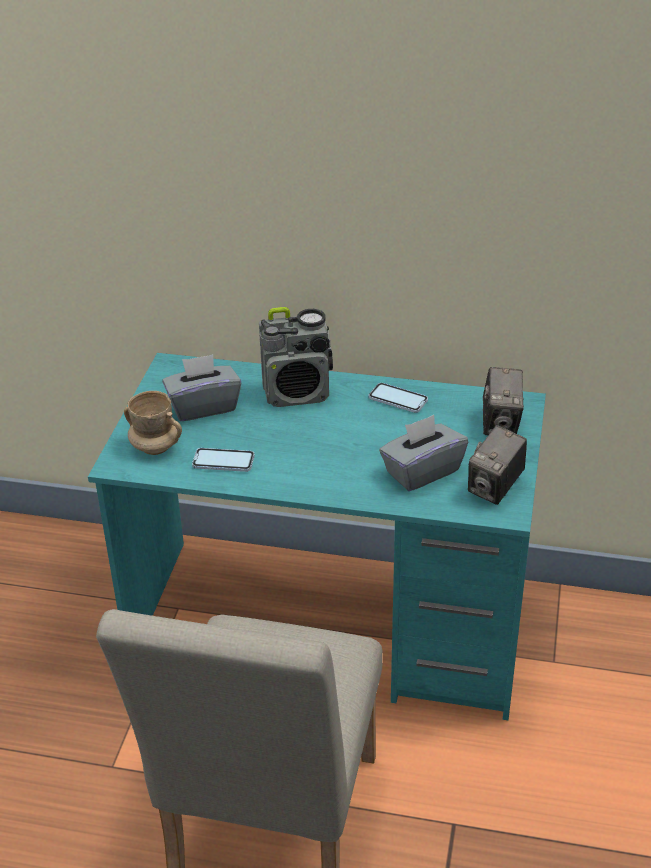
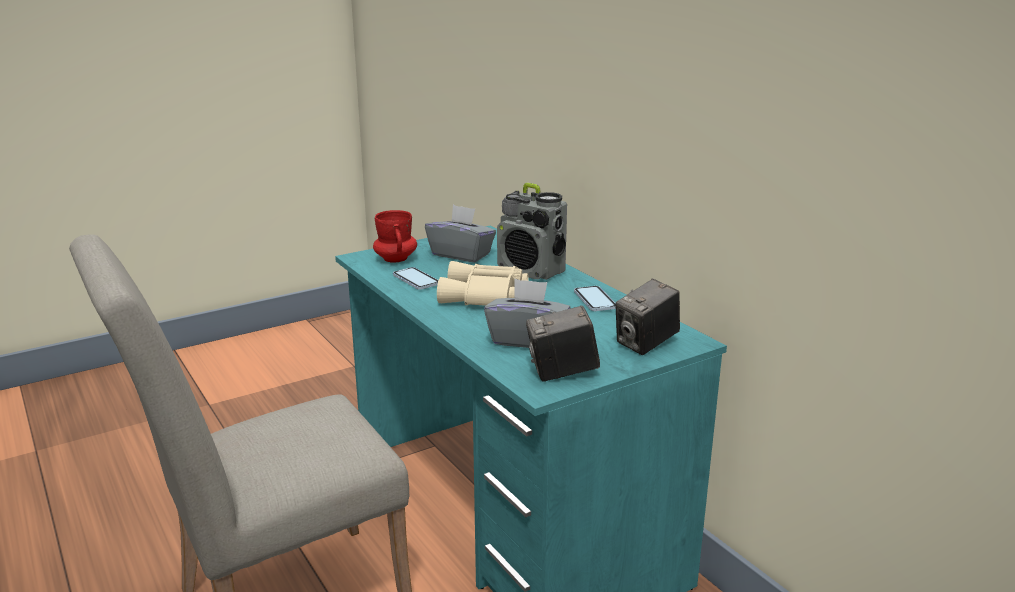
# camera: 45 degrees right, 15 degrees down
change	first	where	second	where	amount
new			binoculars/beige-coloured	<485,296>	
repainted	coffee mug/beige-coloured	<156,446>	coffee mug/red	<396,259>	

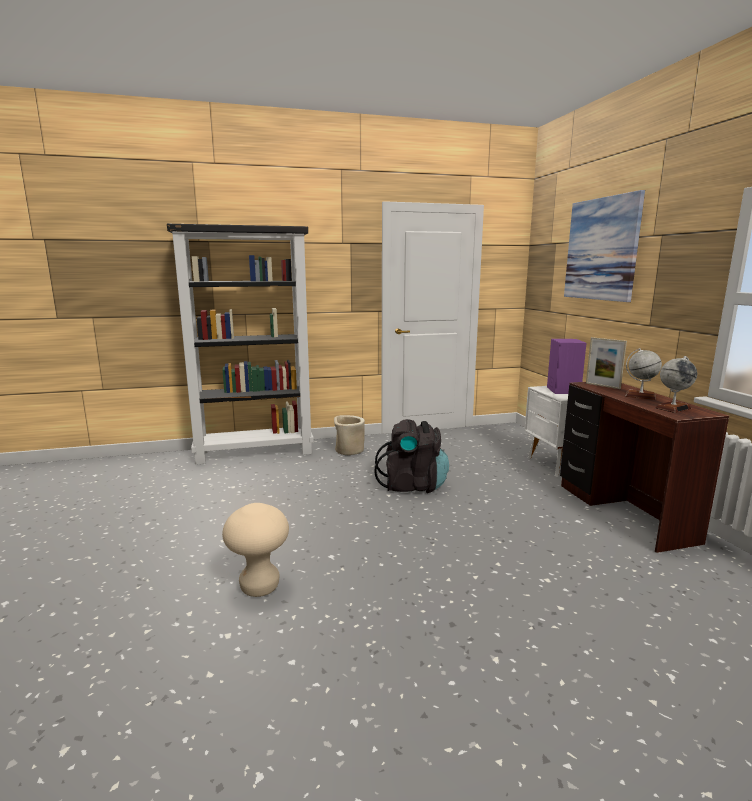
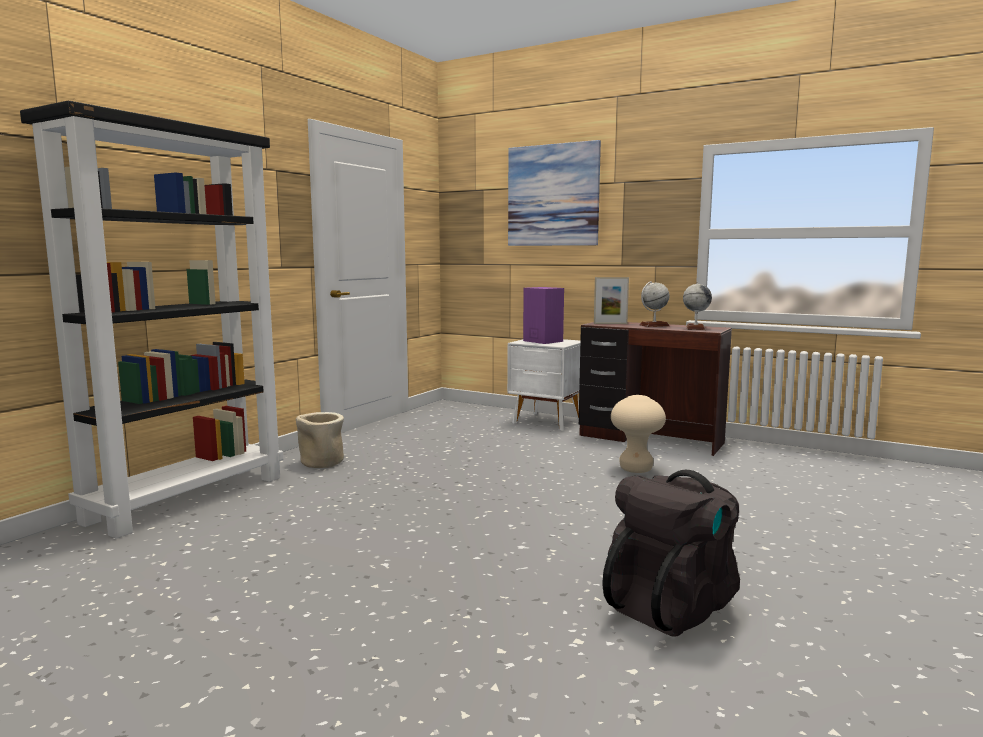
# camera: 45 degrees left, 5 degrees down
change	first	where	second	where	amount
shifted	stool/beige-coloured	<260,587>		<635,469>	
shifted	knapsack/blackish	<412,485>		<672,605>	

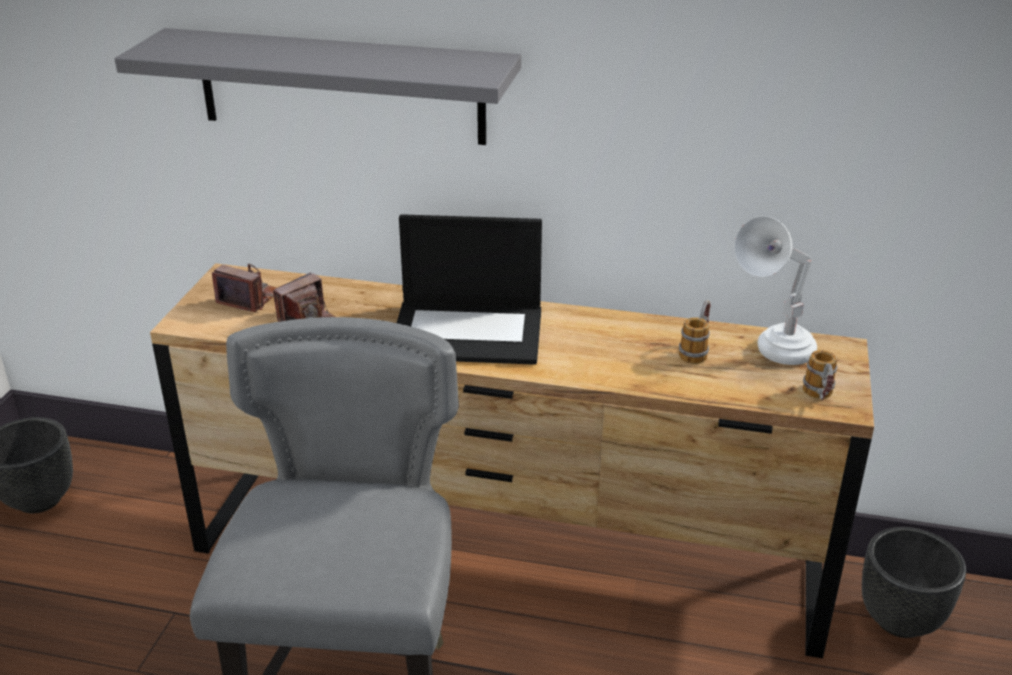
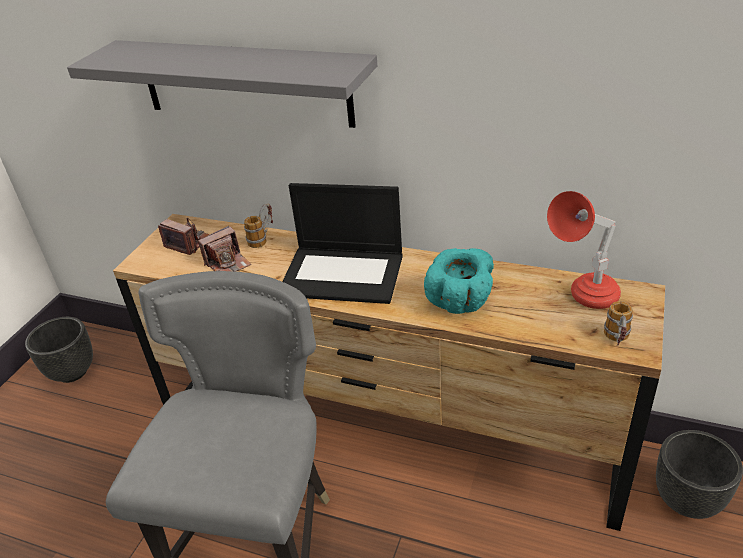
# camera: 10 degrees right, 5 degrees up
change	first	where	second	where	amount
new			deep dish/turquoise-coloured	<461,302>	
shifted	coffee mug	<696,350>		<262,238>	
repainted	table lamp/white-coloured	<773,356>	table lamp/red	<583,299>	

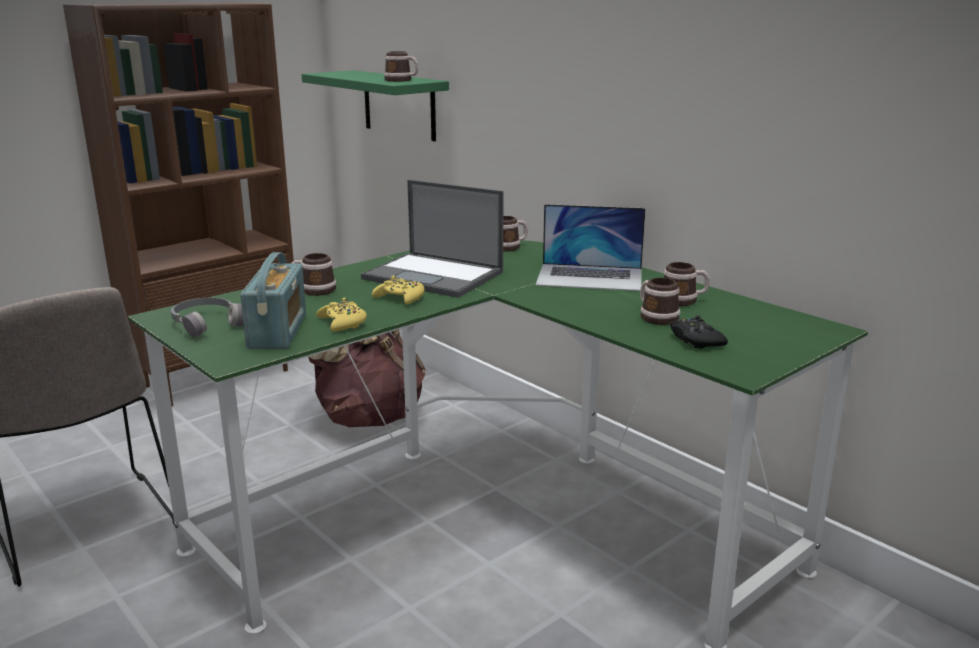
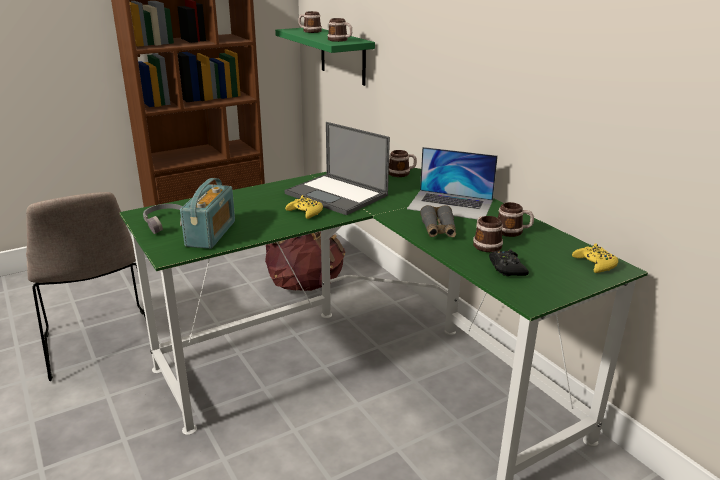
# camera: 10 degrees right, 5 degrees up
change	first	where	second	where	amount
new			binoculars/grey	<438,229>	
shifted	coffee mug	<313,290>		<309,31>	
shifted	game controller/yellow	<342,323>		<595,264>	

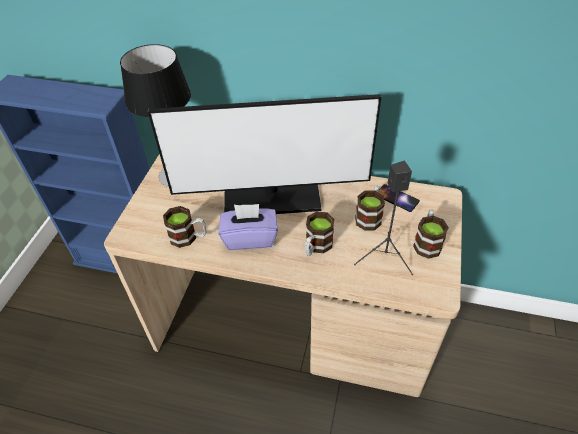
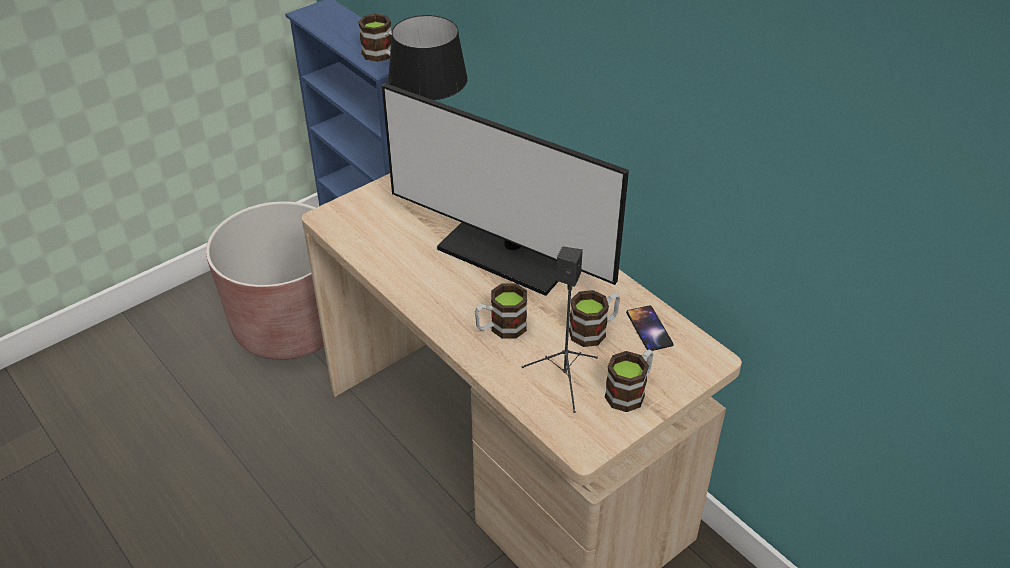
# camera: 35 degrees right, 5 degrees down
change	first	where	second	where	amount
gone	tissue box/purplish	<250,238>			
new			plant pot/brownish	<290,326>	
shifted	coffee mug	<188,237>		<382,56>	

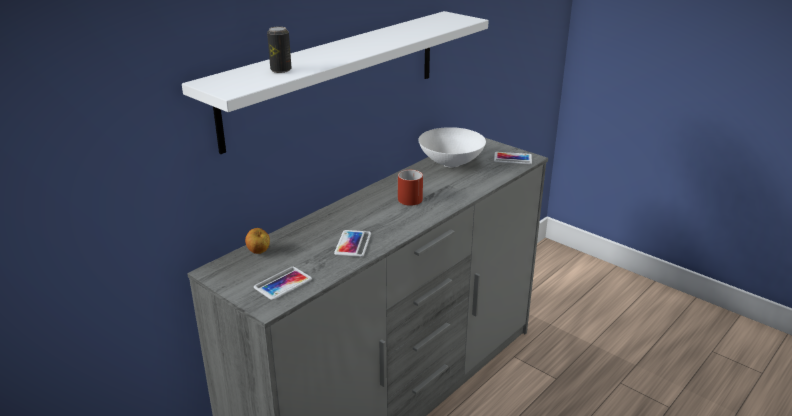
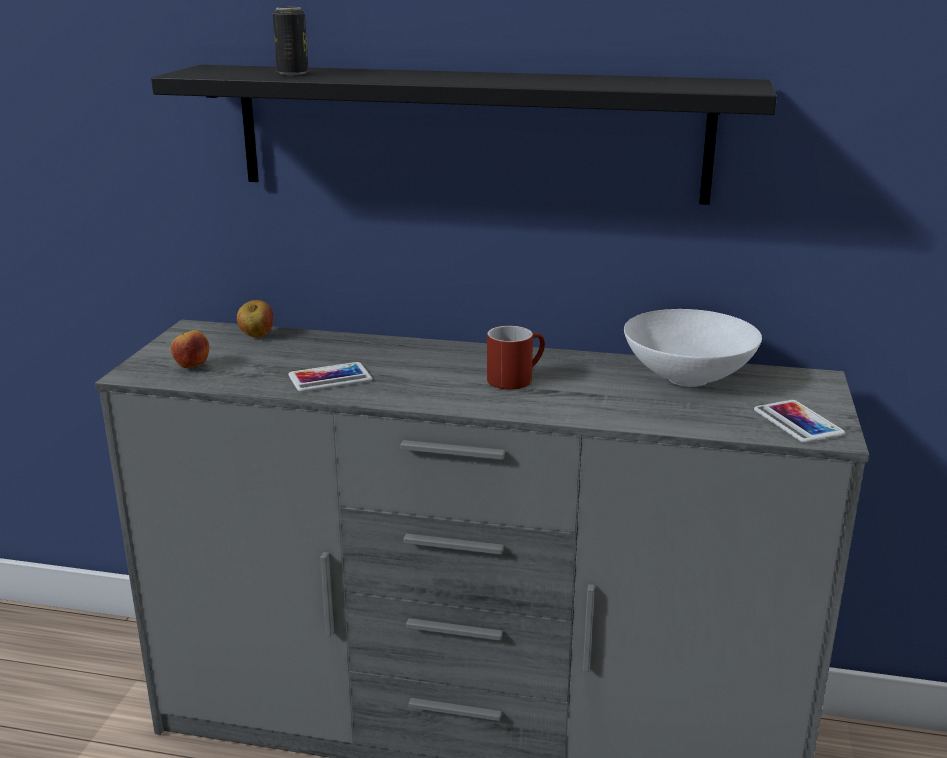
# camera: 60 degrees right, 5 degrees down
change	first	where	second	where	amount
swapped	handset	<283,283>	apple	<191,367>	
repainted	shelf/white-coloured	<335,76>	shelf/blackish	<469,133>	

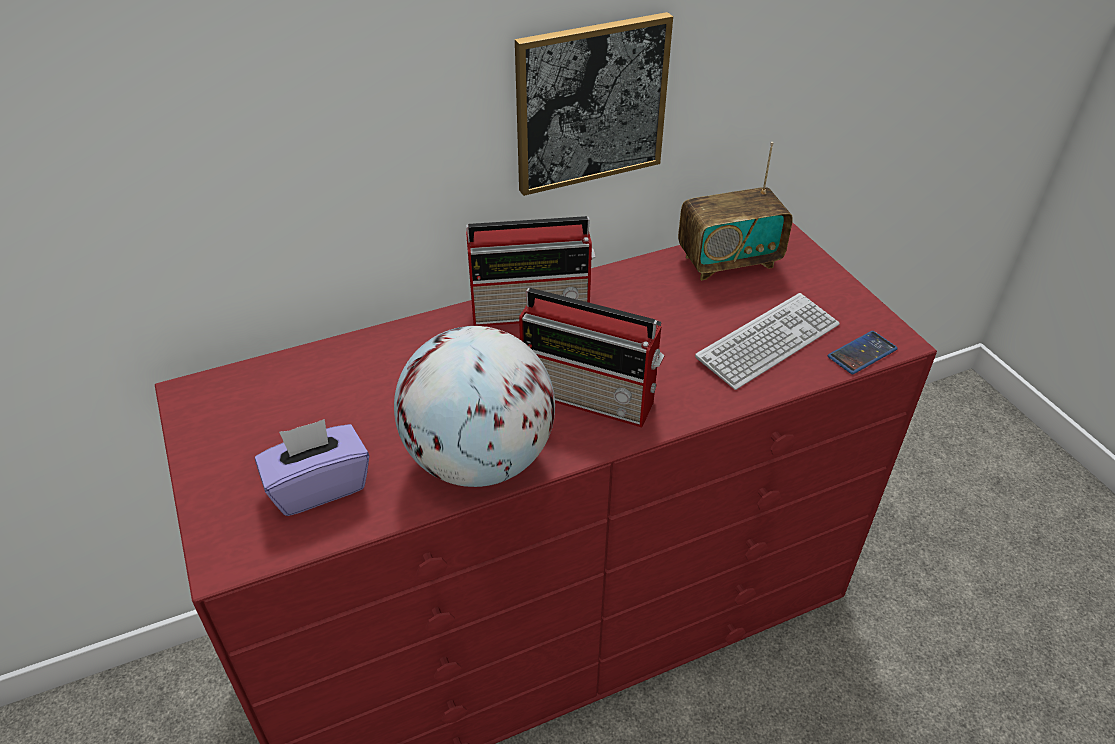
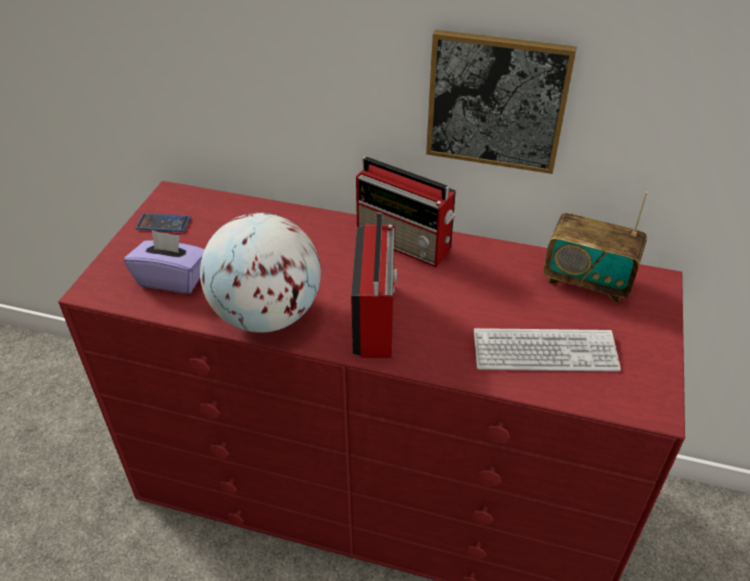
# camera: 40 degrees right, 0 degrees up
change	first	where	second	where	amount
shifted	handset	<862,353>		<163,223>	
rotated	radio receiver	<591,397>		<375,317>	150 degrees counterclockwise

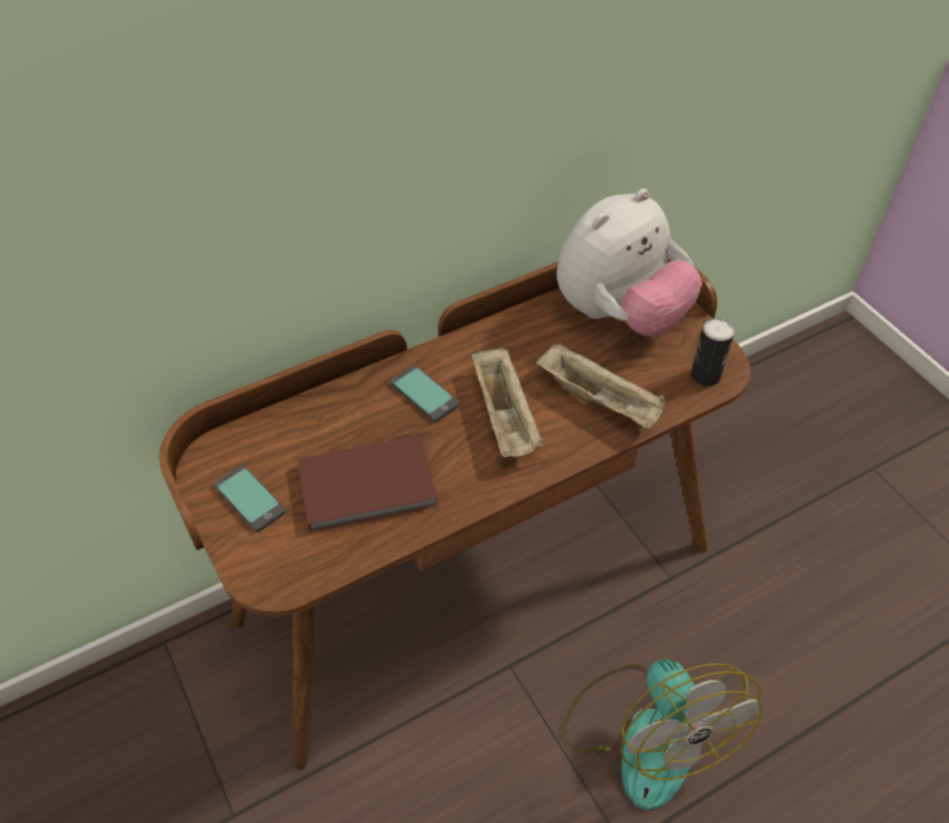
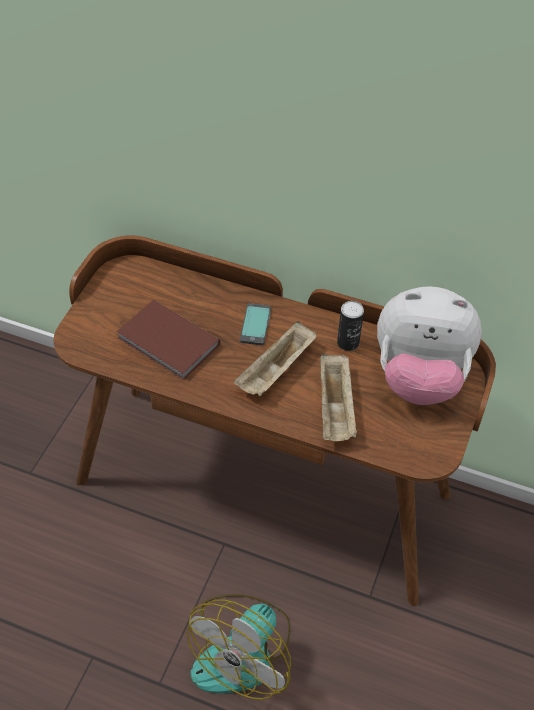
# camera: 50 degrees right, 0 degrees up
change	first	where	second	where	amount
gone	handset	<250,499>			
shifted	metal can	<705,375>		<348,342>	

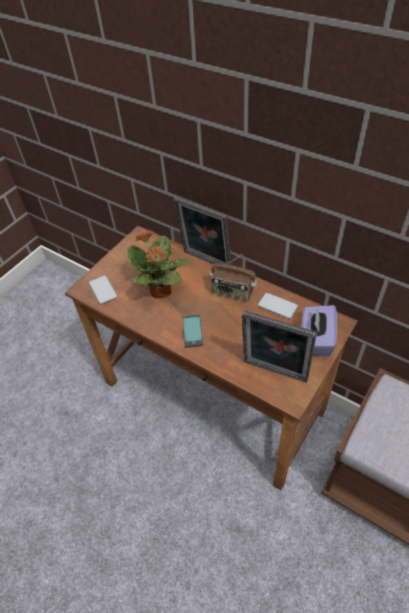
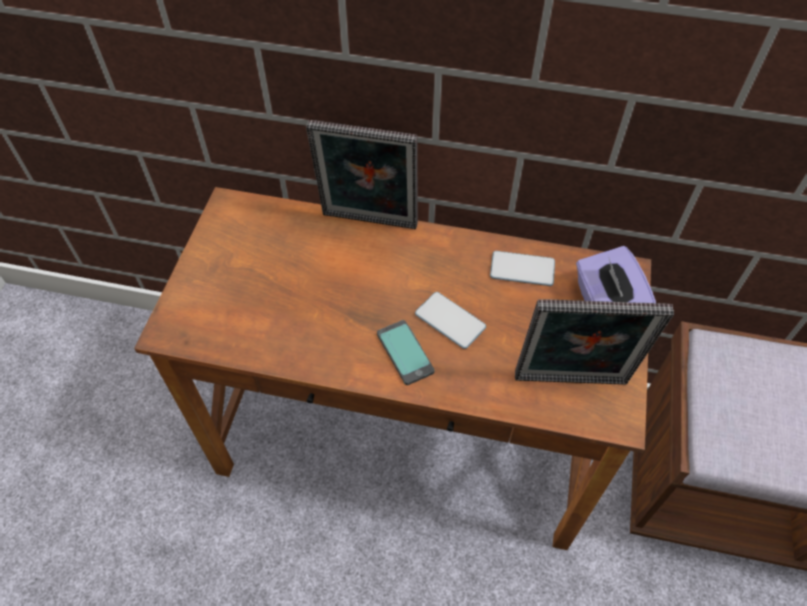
# camera: 25 degrees left, 5 degrees up
change	first	where	second	where	amount
gone	plant in a pot	<161,292>			
gone	radio receiver	<232,292>			
shifted	handset	<103,290>		<450,321>	

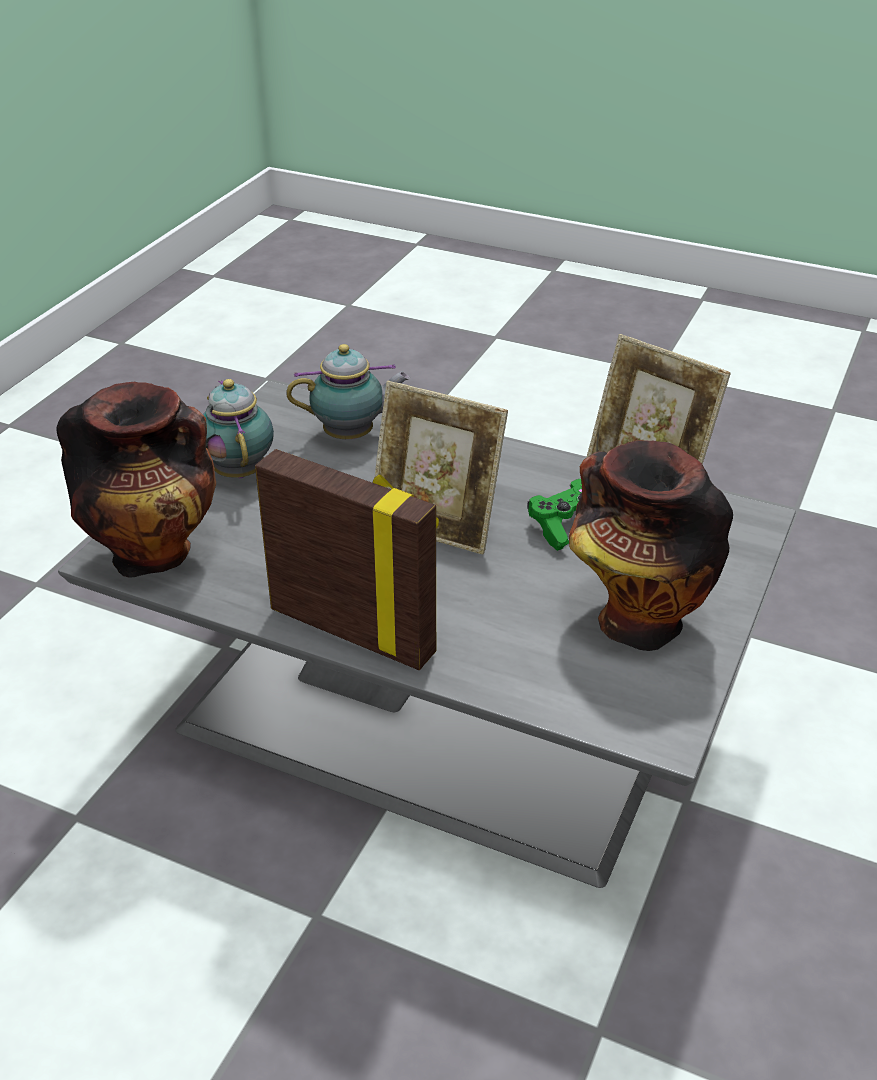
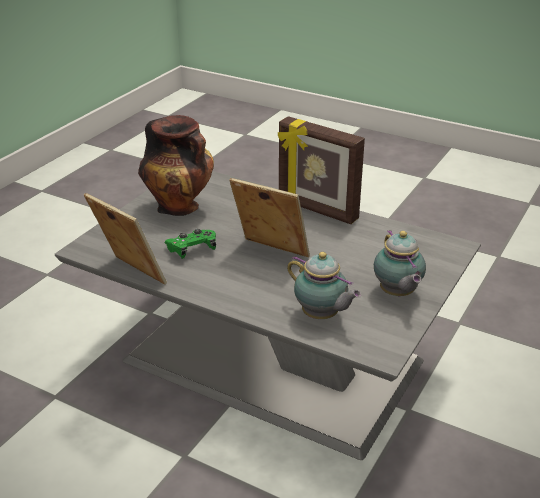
# camera: 175 degrees left, 5 degrees down
change	first	where	second	where	amount
gone	decorative vase	<156,554>			
rotated	pot for tea	<352,436>		<321,316>	135 degrees counterclockwise

